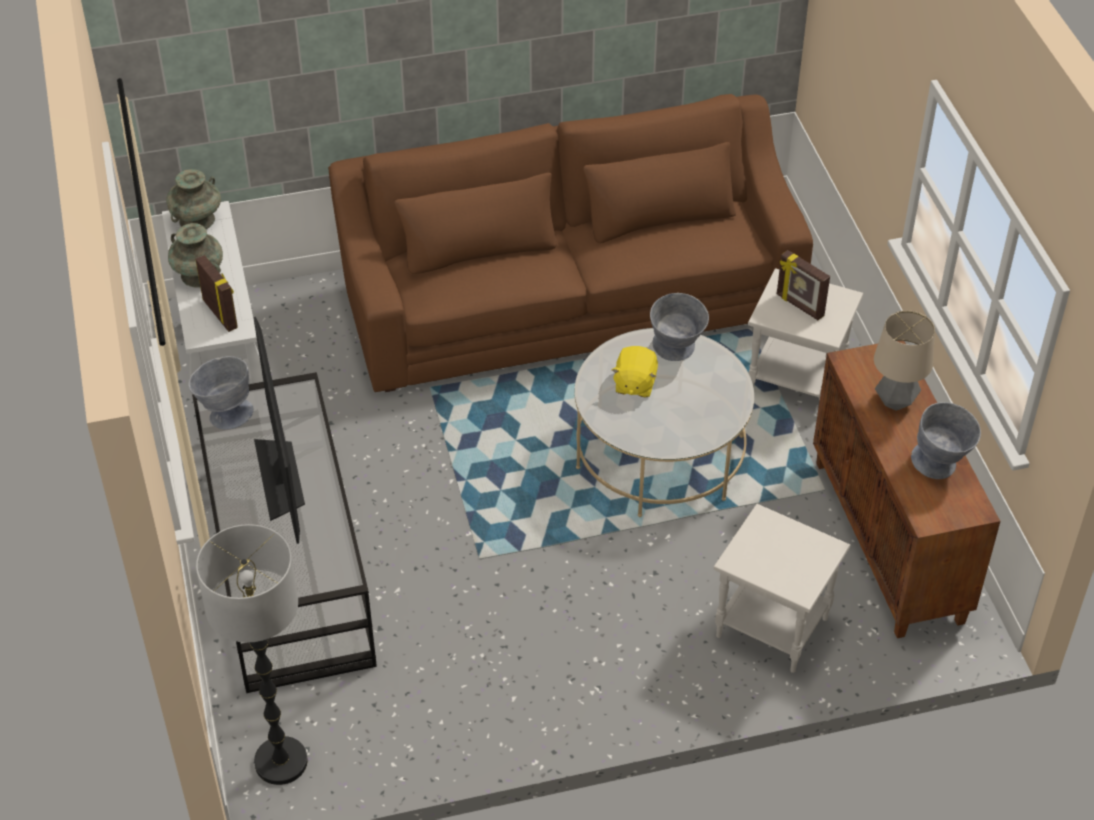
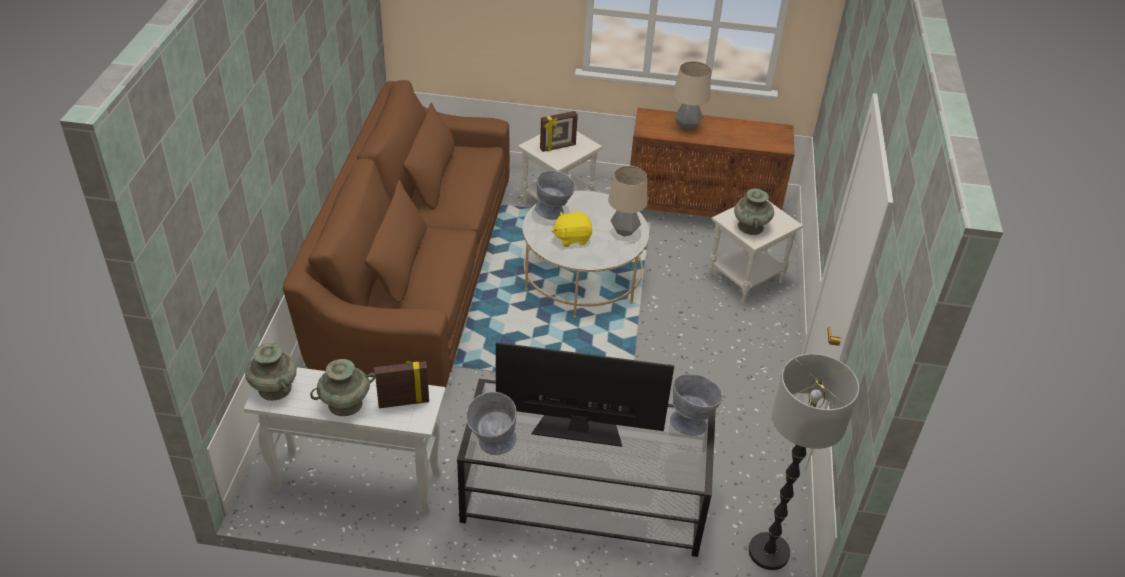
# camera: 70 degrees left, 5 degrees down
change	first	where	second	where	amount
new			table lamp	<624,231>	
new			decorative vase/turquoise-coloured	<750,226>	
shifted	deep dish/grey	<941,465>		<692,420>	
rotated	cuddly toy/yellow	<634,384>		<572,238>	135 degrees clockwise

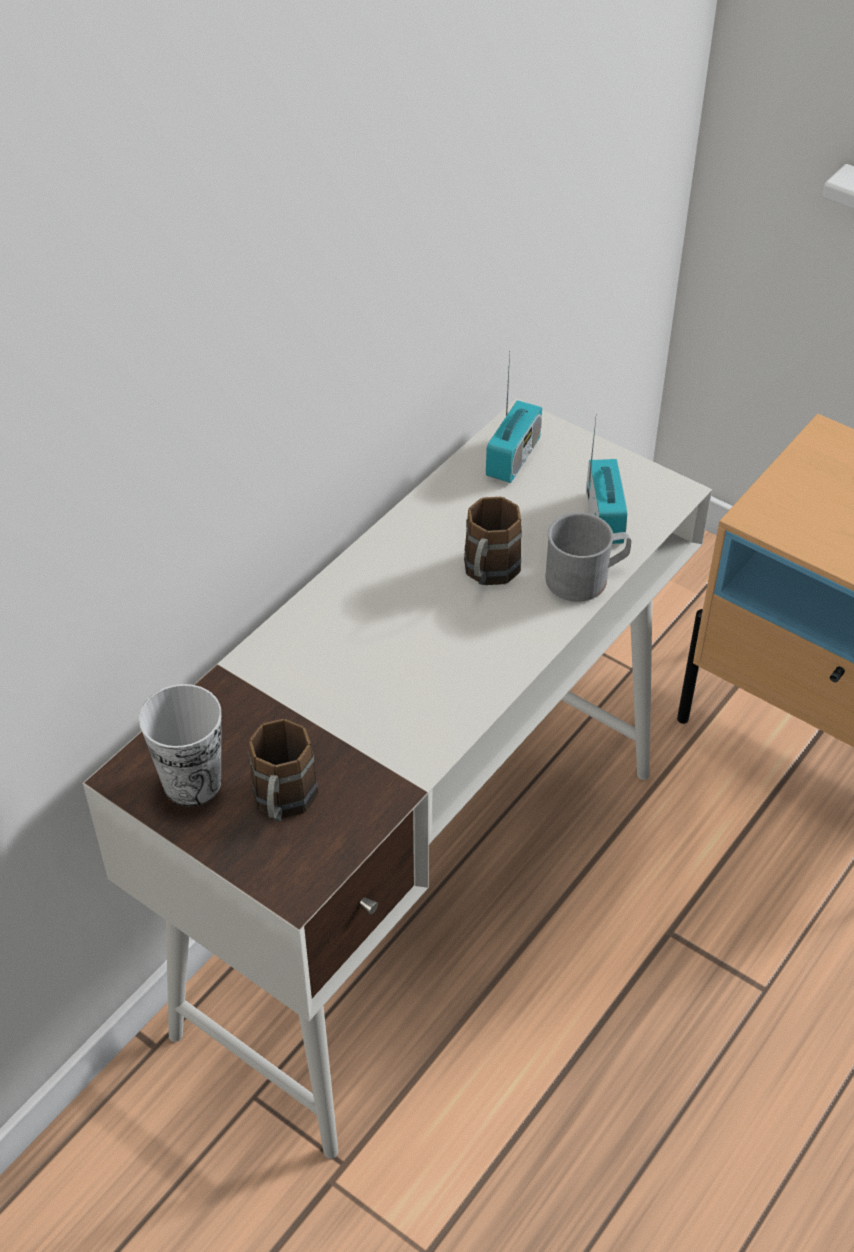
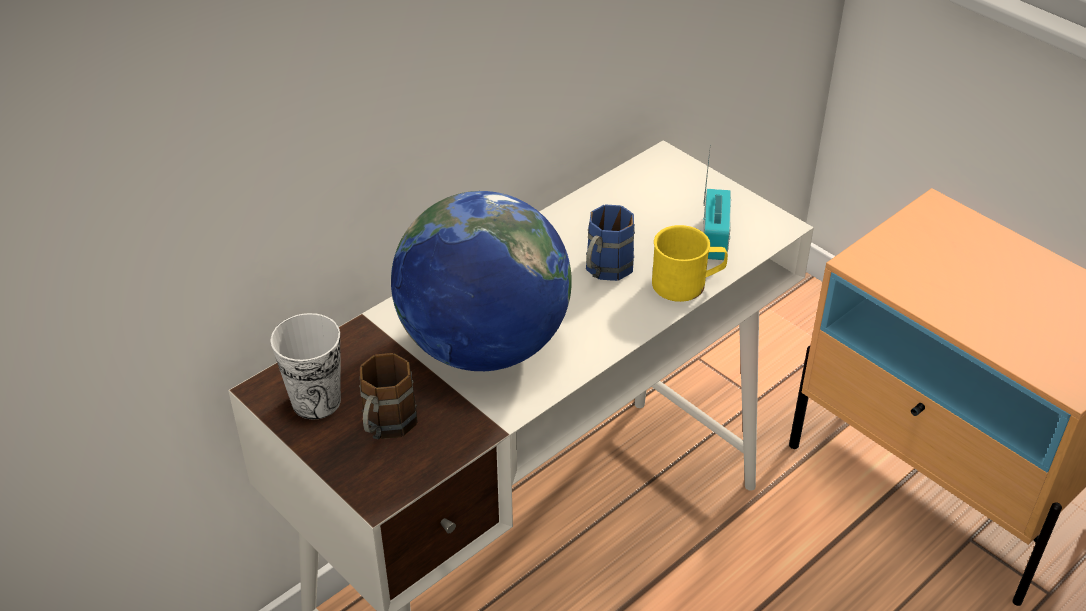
# camera: 10 degrees right, 5 degrees down
change	first	where	second	where	amount
gone	radio receiver	<513,458>			
new			world globe	<483,346>	
repainted	coffee mug/brownish	<488,575>	coffee mug/bluish	<604,272>	
repainted	coffee mug/grey	<586,577>	coffee mug/yellow	<687,283>	

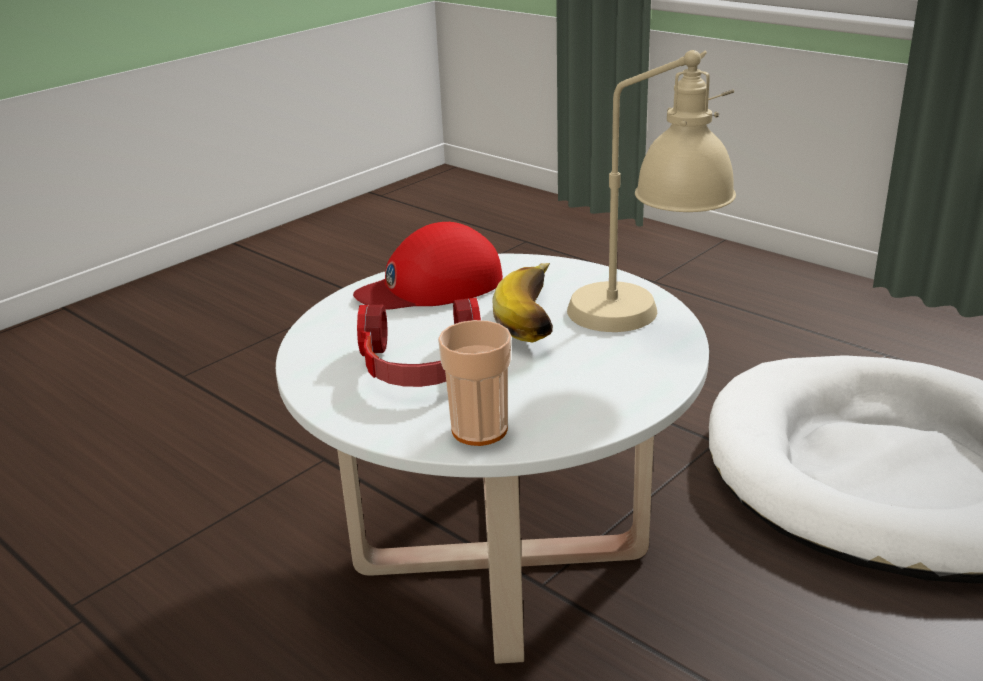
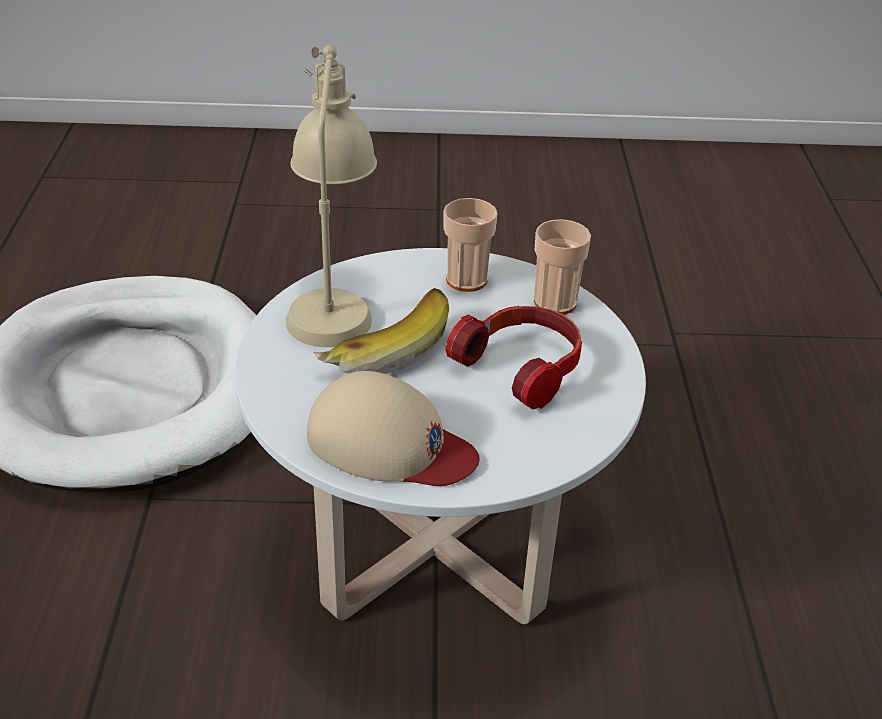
# camera: 135 degrees left, 10 degrees up
change	first	where	second	where	amount
new			cup	<466,280>	
repainted	peaked cap/red	<431,286>	peaked cap/beige-coloured	<389,444>	

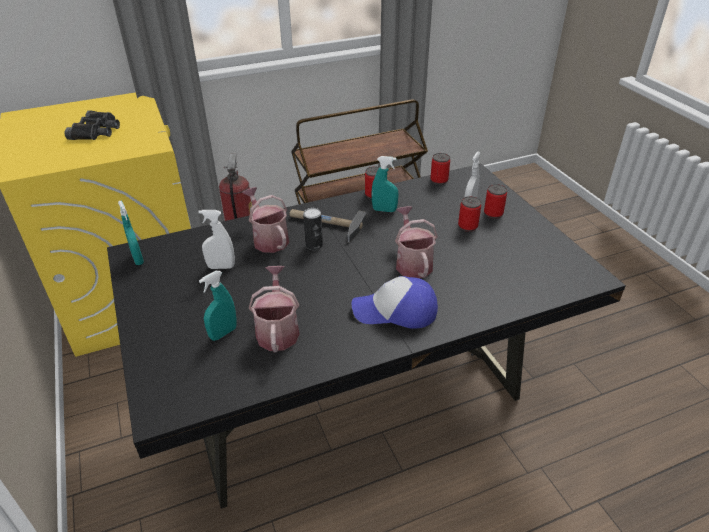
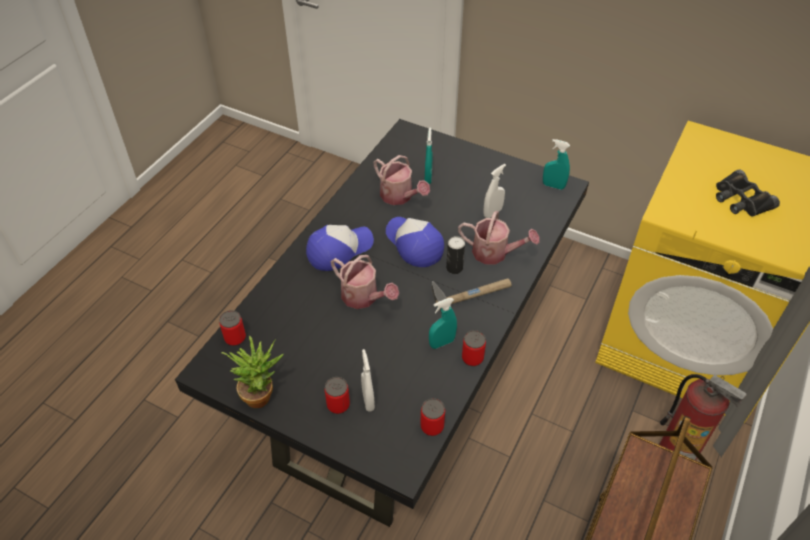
# camera: 140 degrees right, 10 degrees up
change	first	where	second	where	amount
new			plant in a pot	<262,394>	
new			peaked cap	<414,244>	
shifted	metal can	<467,226>		<235,338>	

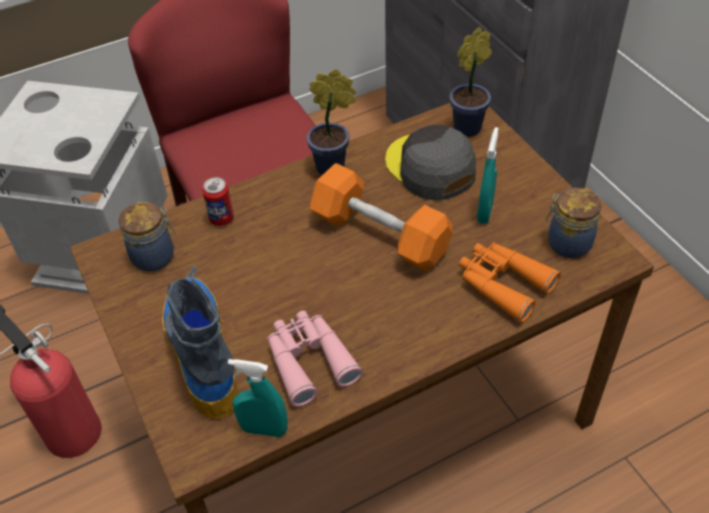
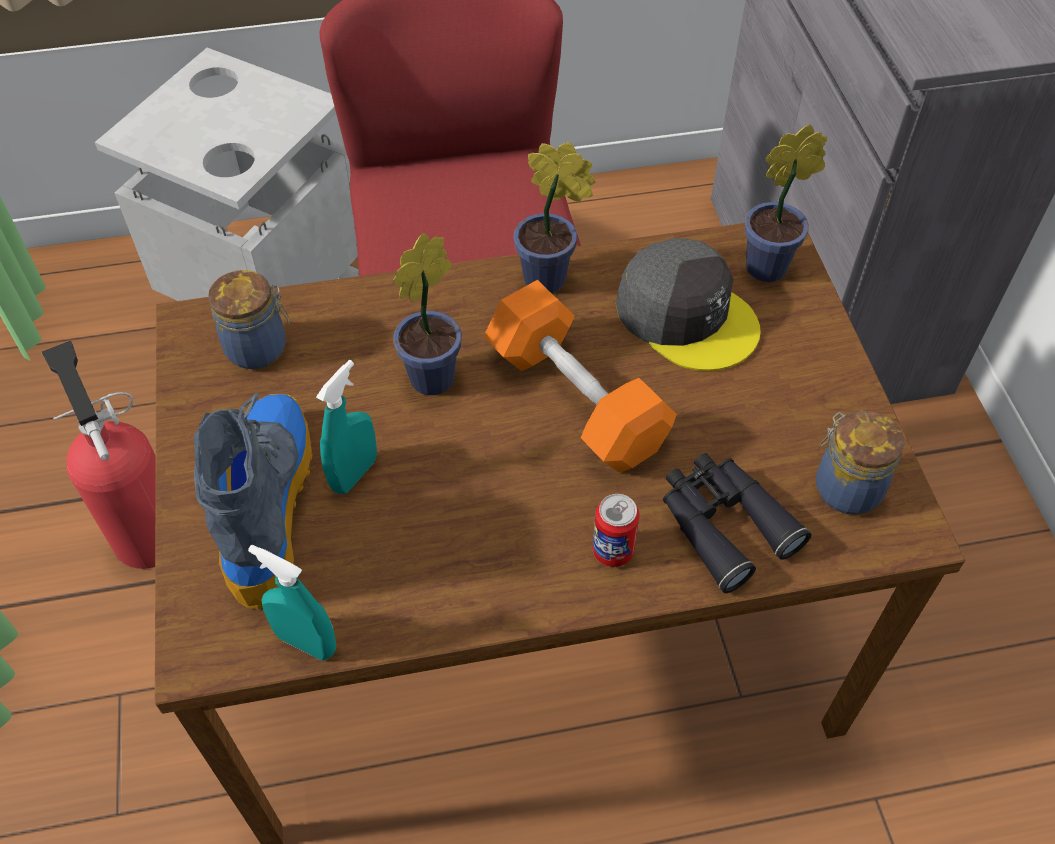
# camera: 15 degrees right, 5 degrees up
change	first	where	second	where	amount
gone	binoculars/pinkish	<309,361>			
new			plant in a pot	<436,375>	
shifted	metal can	<221,219>		<613,551>	
shifted	sprayer/turquoise-coloured	<485,212>		<354,474>	
repainted	binoculars/orange-coloured	<502,284>	binoculars/blackish	<723,524>	
rotated	peaked cap/grey	<429,168>		<686,315>	150 degrees clockwise

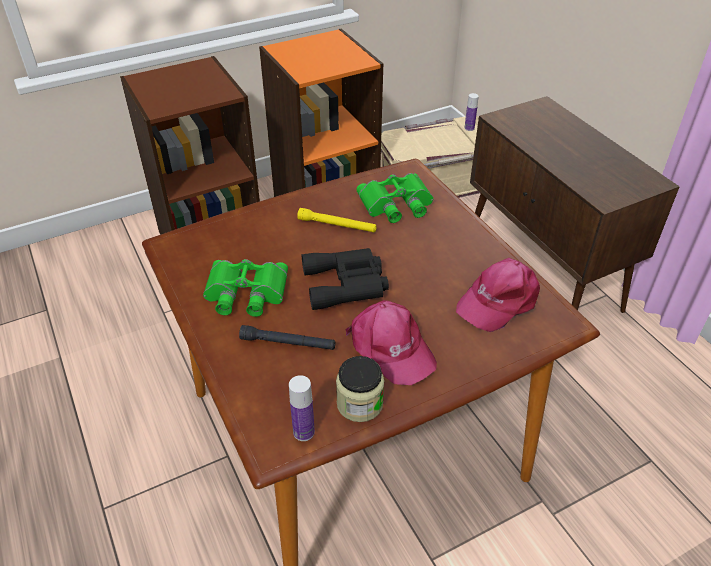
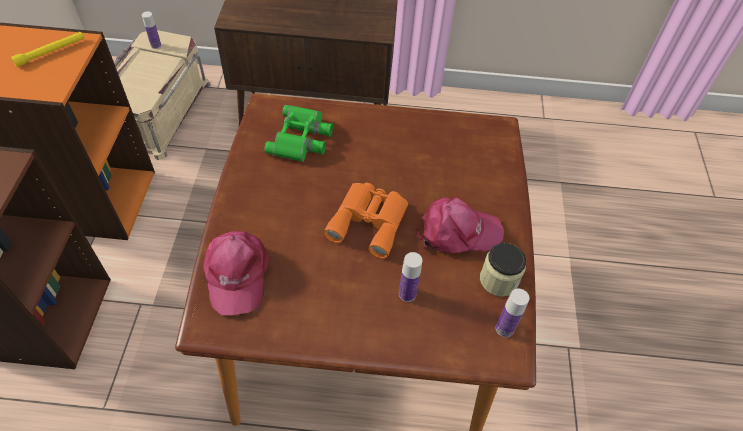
# camera: 60 degrees left, 10 degrees up
change	first	where	second	where	amount
gone	binoculars/green-coloured	<245,293>			
shifted	hand torch/yellow	<337,225>		<51,52>	
shifted	peaked cap/pinkish	<498,300>		<236,274>	
swapped	hand torch/blackish	<288,343>	drink bottle	<407,294>	
repainted	binoculars/blackish	<347,284>	binoculars/orange-coloured	<369,220>	

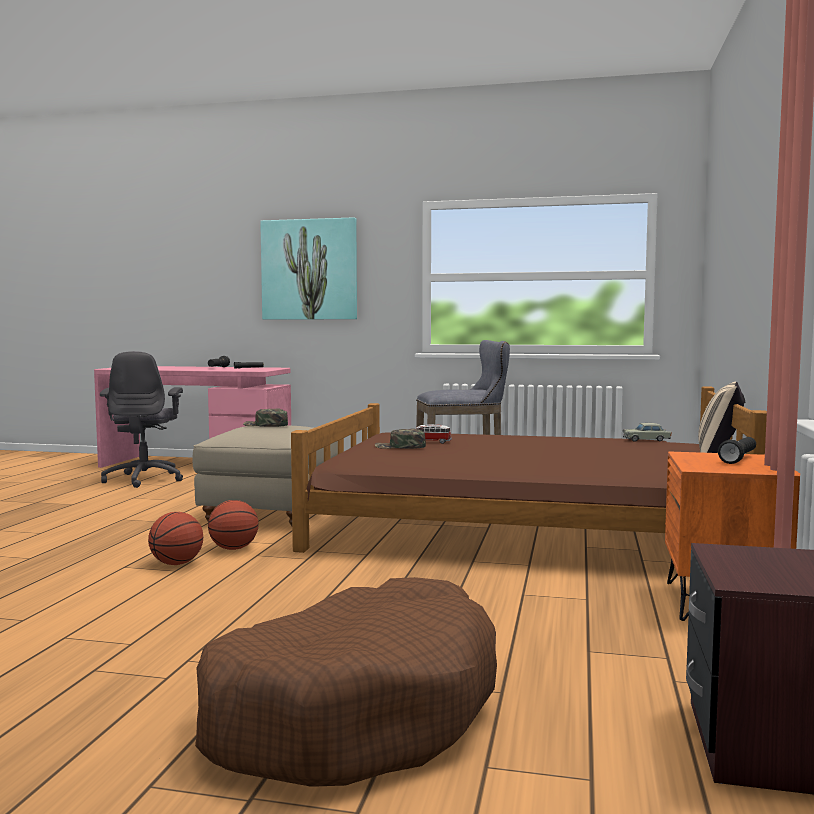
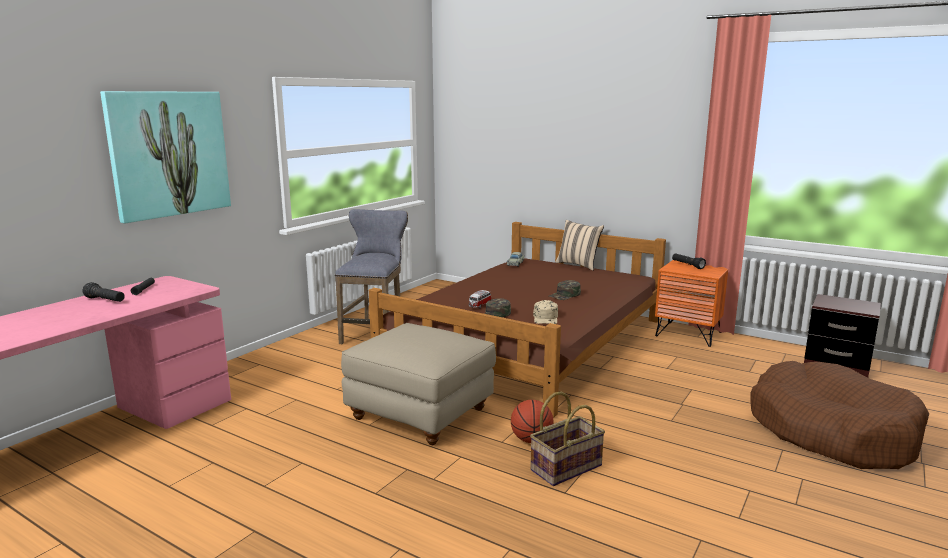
# camera: 70 degrees left, 10 degrees up
change	first	where	second	where	amount
gone	desk chair/grey	<145,479>			
new			peaked cap/beige-coloured	<546,318>	
shifted	peaked cap/green-coloured	<265,425>		<565,295>	
swapped	basketball ball	<176,564>	storage basket	<565,467>	

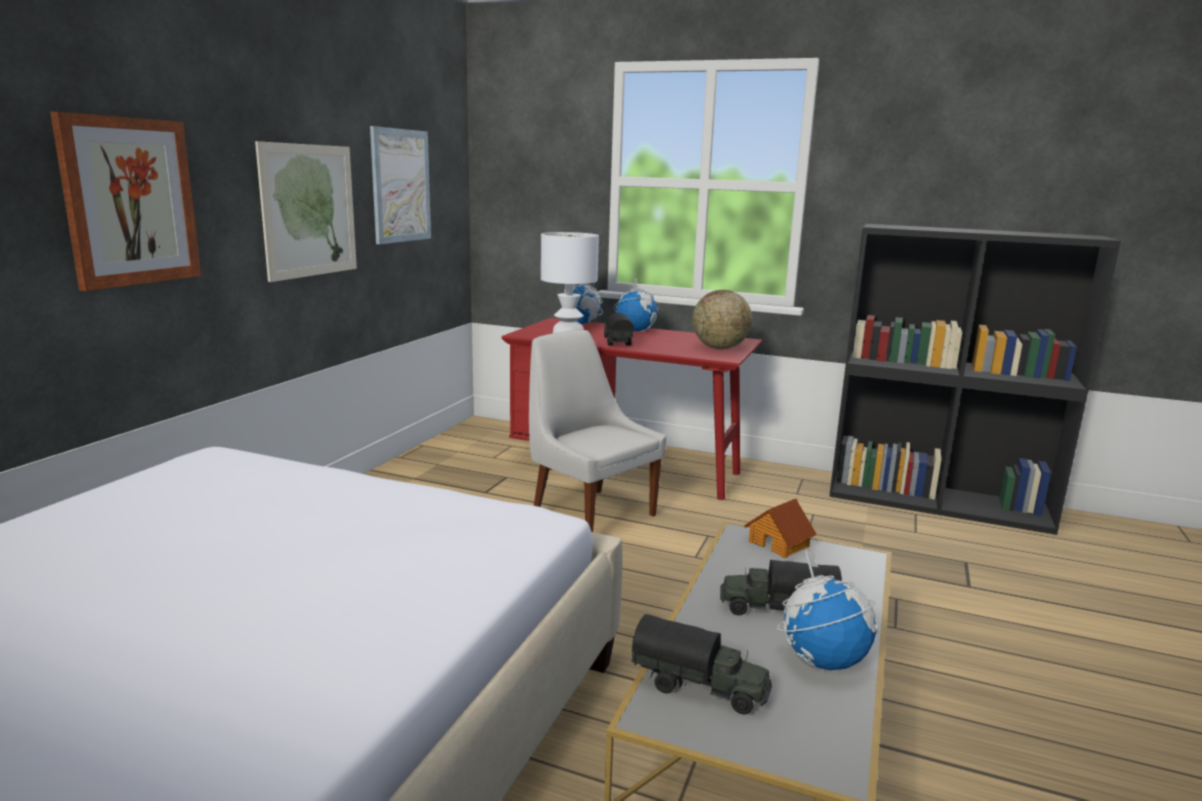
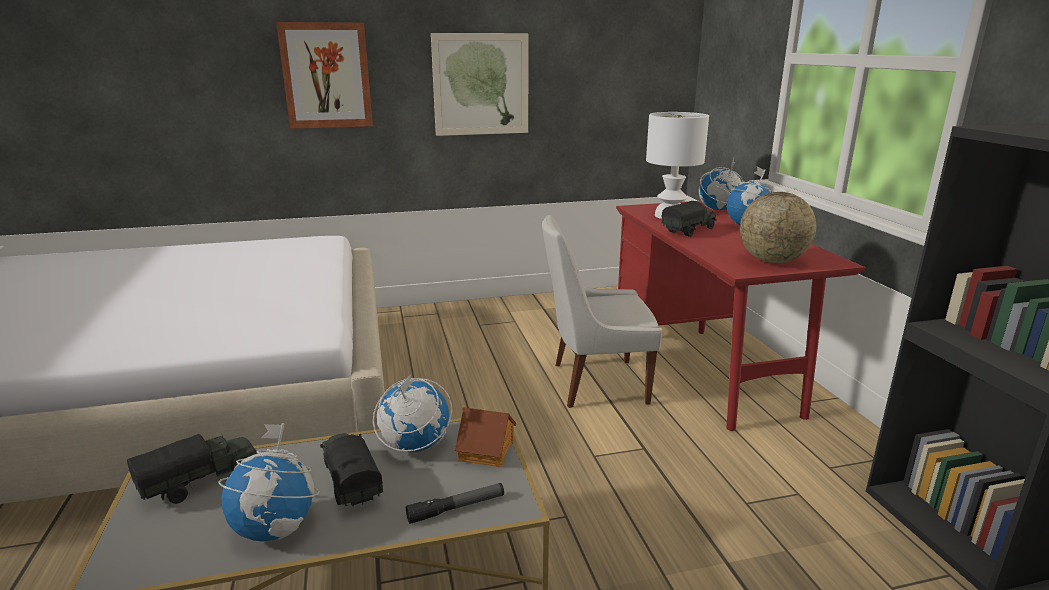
# camera: 55 degrees right, 5 degrees up
change	first	where	second	where	amount
gone	wall art	<401,186>			
new			world globe	<414,446>	
new			hand torch	<456,508>	
rotated	chair/white-coloured	<590,513>		<595,383>	105 degrees counterclockwise
rotated	toy lorry	<700,688>		<201,481>	120 degrees counterclockwise

